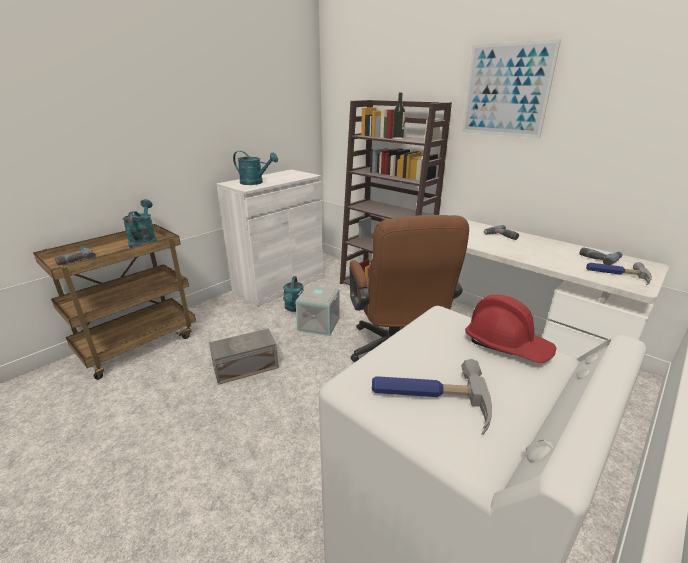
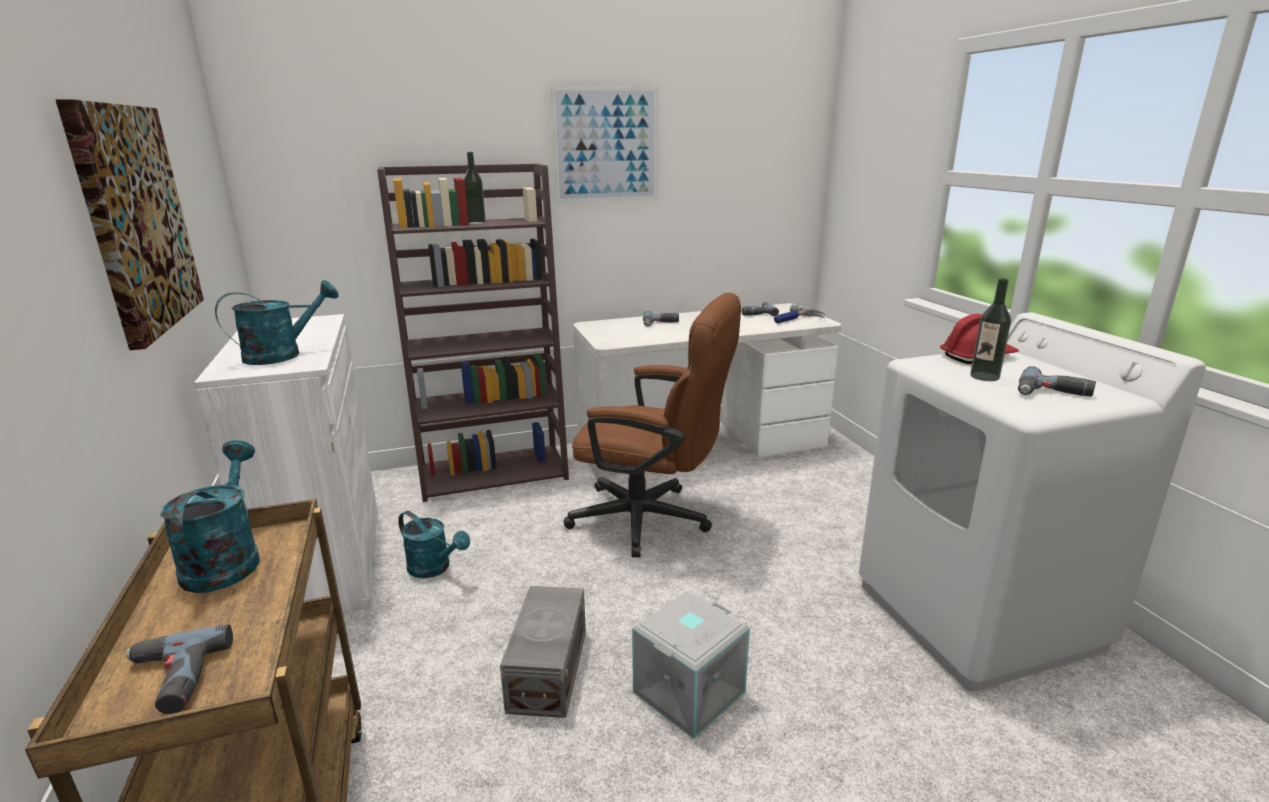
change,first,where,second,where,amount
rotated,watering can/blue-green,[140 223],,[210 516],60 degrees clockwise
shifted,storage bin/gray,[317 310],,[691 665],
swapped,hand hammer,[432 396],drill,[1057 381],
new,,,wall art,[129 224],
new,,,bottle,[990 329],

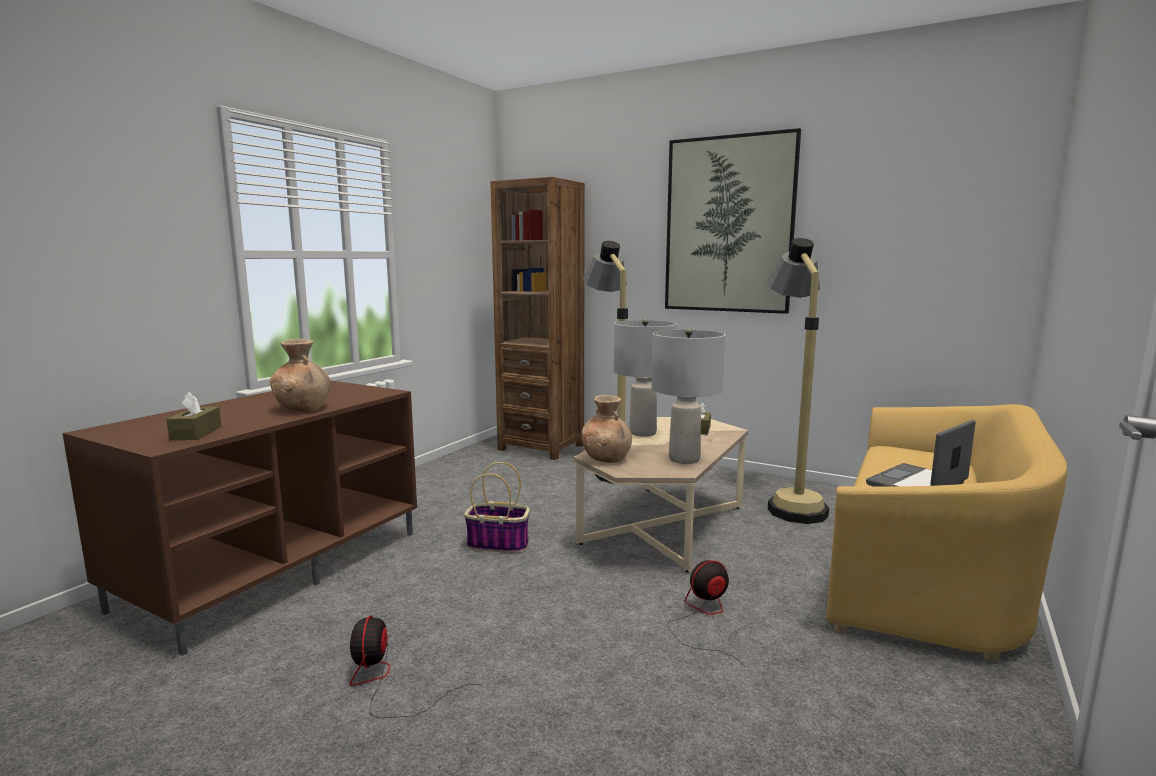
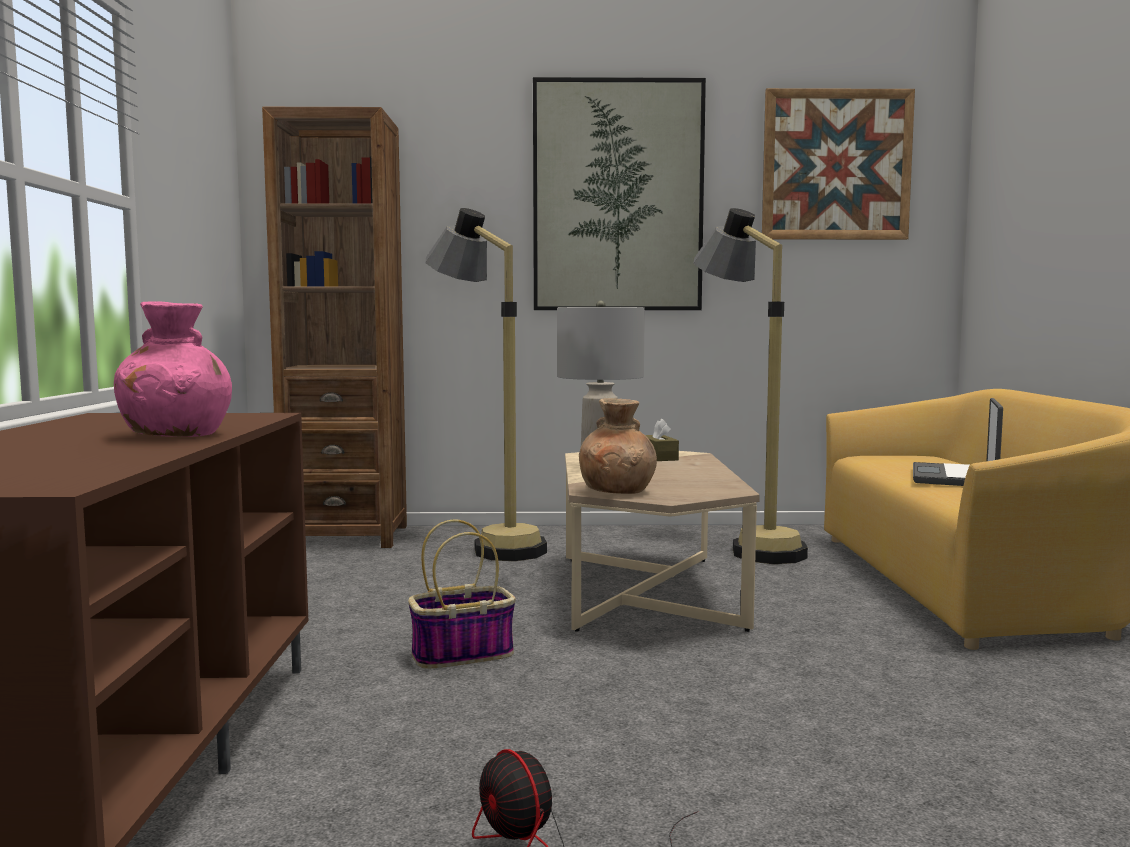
change,first,where,second,where,amount
gone,tabletop lamp/gray,[688 396],,,
repainted,vase/brownish,[300 375],vase/pink,[173 369],
gone,tissue box/brownish,[193 416],,,
gone,electric fan,[707 613],,,
new,,,wall art,[838 164],

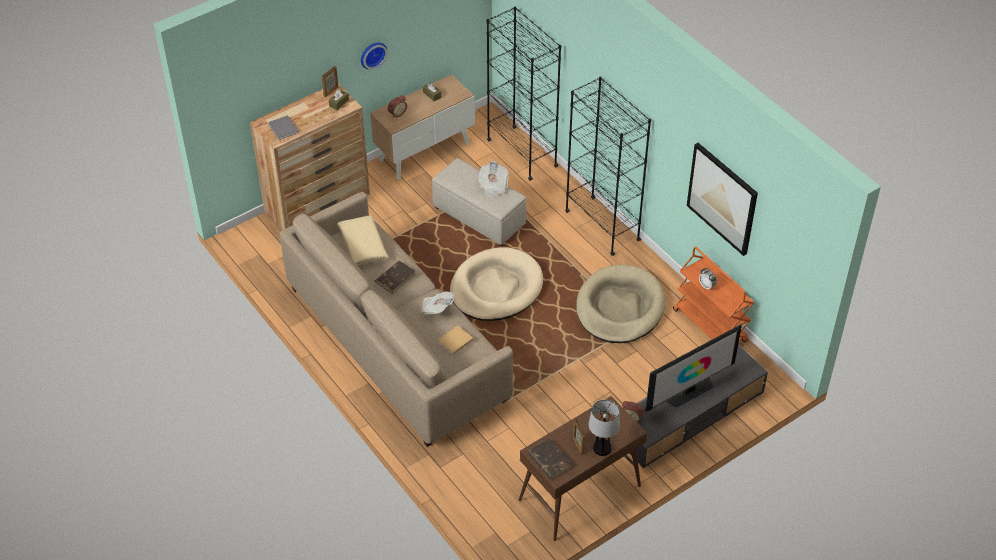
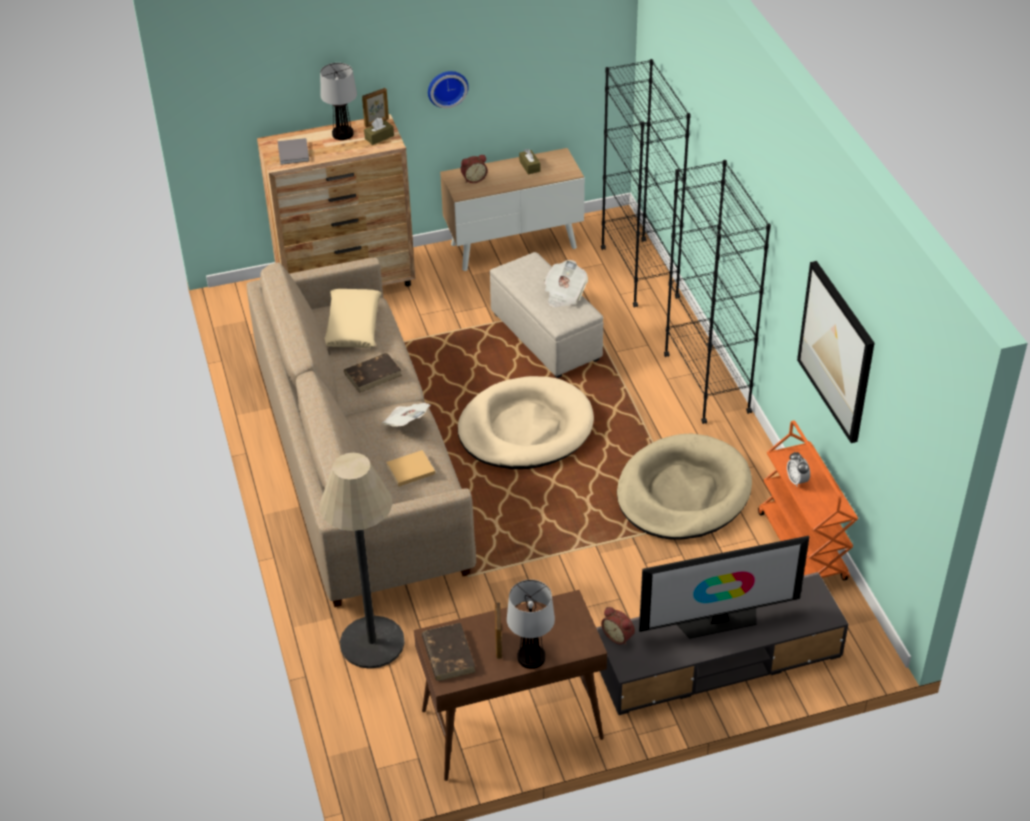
change,first,where,second,where,amount
new,,,tabletop lamp,[338 101],
new,,,standing lamp,[362 561],

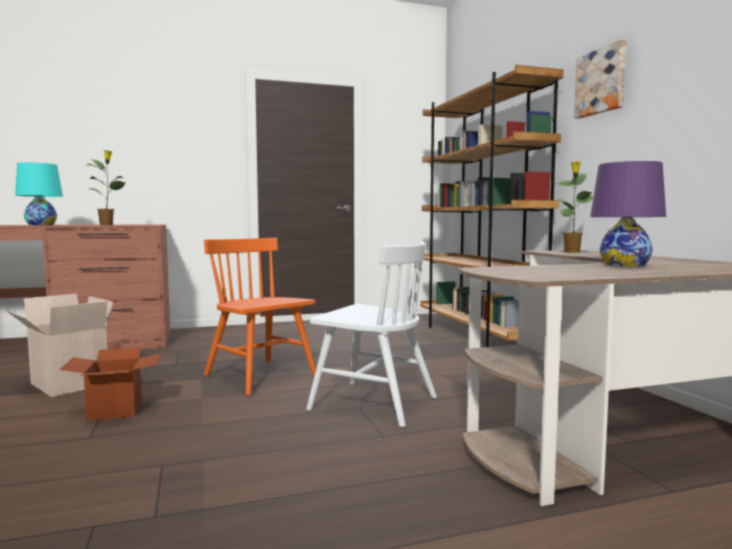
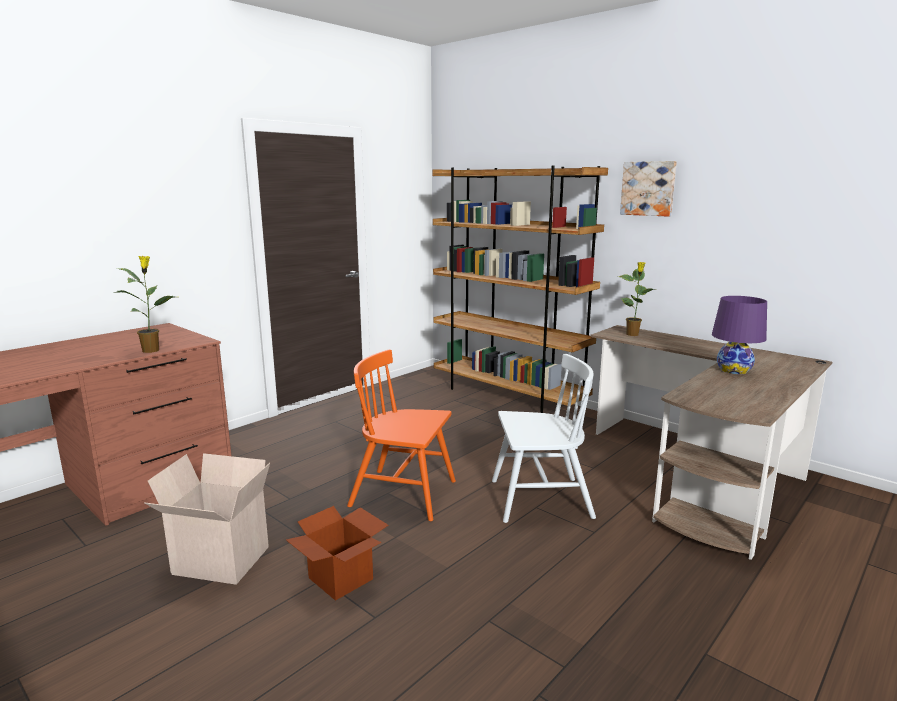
change,first,where,second,where,amount
gone,tabletop lamp/blue-green,[39 193],,,

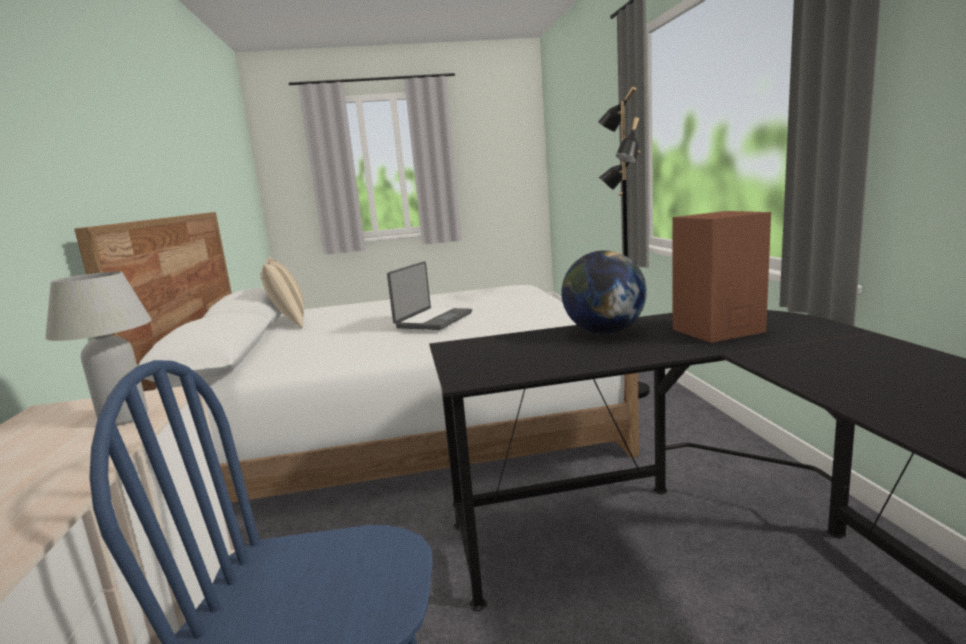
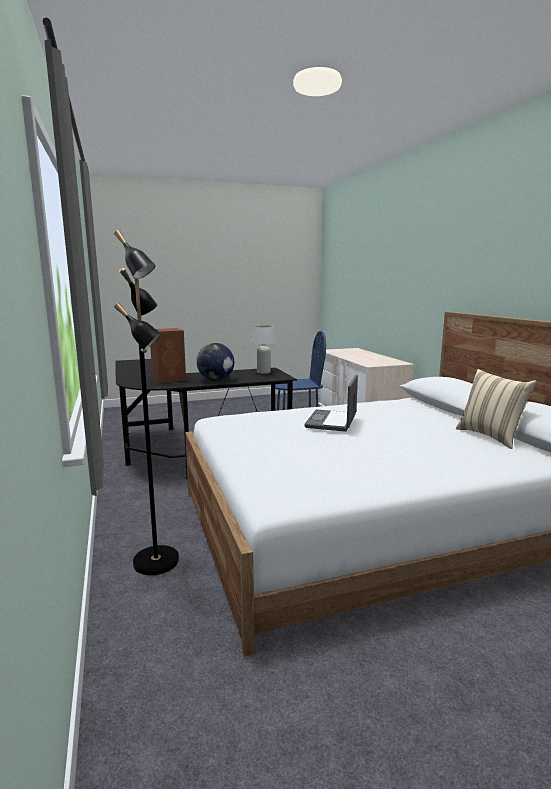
change,first,where,second,where,amount
shifted,tabletop lamp/white,[98 348],,[264 349],

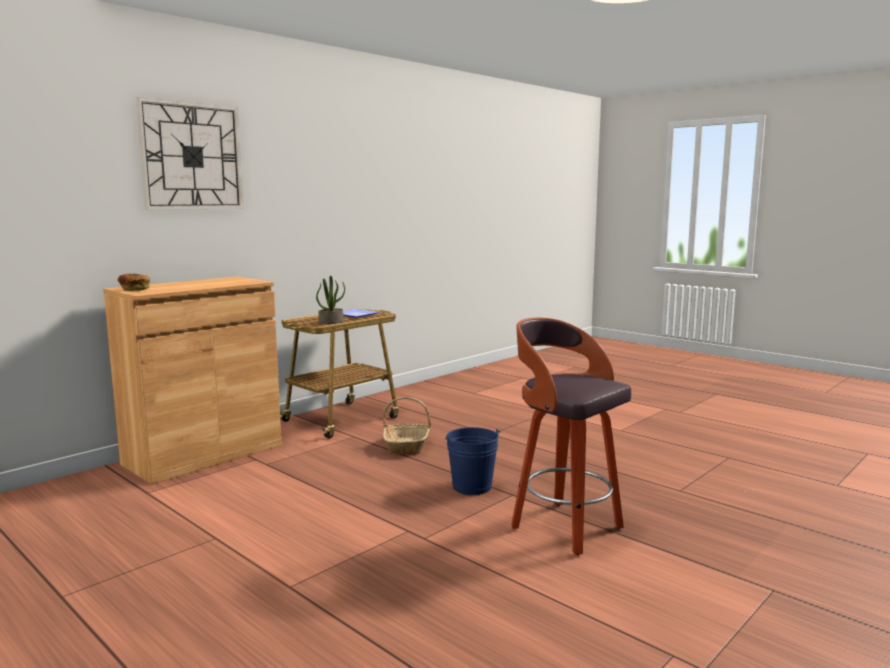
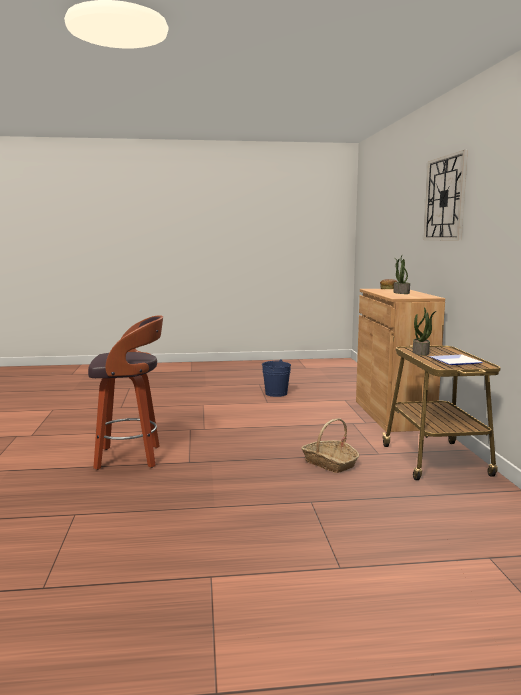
change,first,where,second,where,amount
shifted,pail/blue-coloured,[473 461],,[276 378],
new,,,plant in a pot,[402 275],

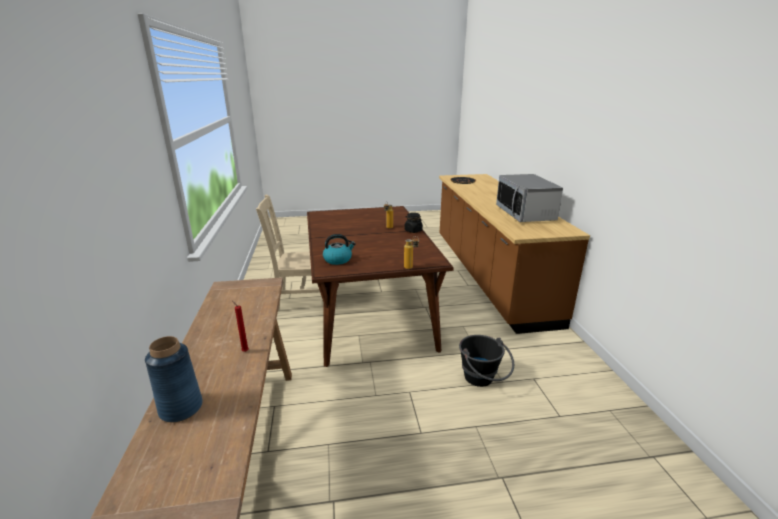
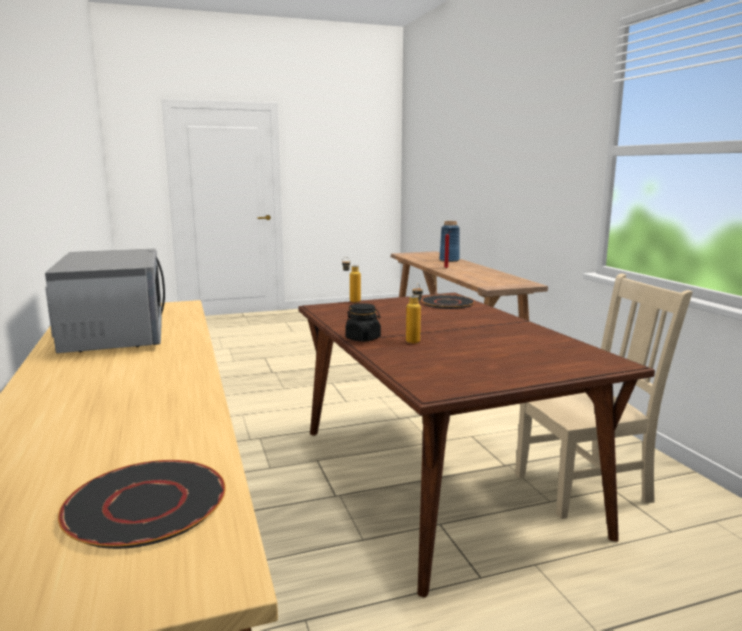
change,first,where,second,where,amount
swapped,water kettle,[339 249],flat dish/blackish,[448 302],
gone,pail/blackish,[486 361],,,

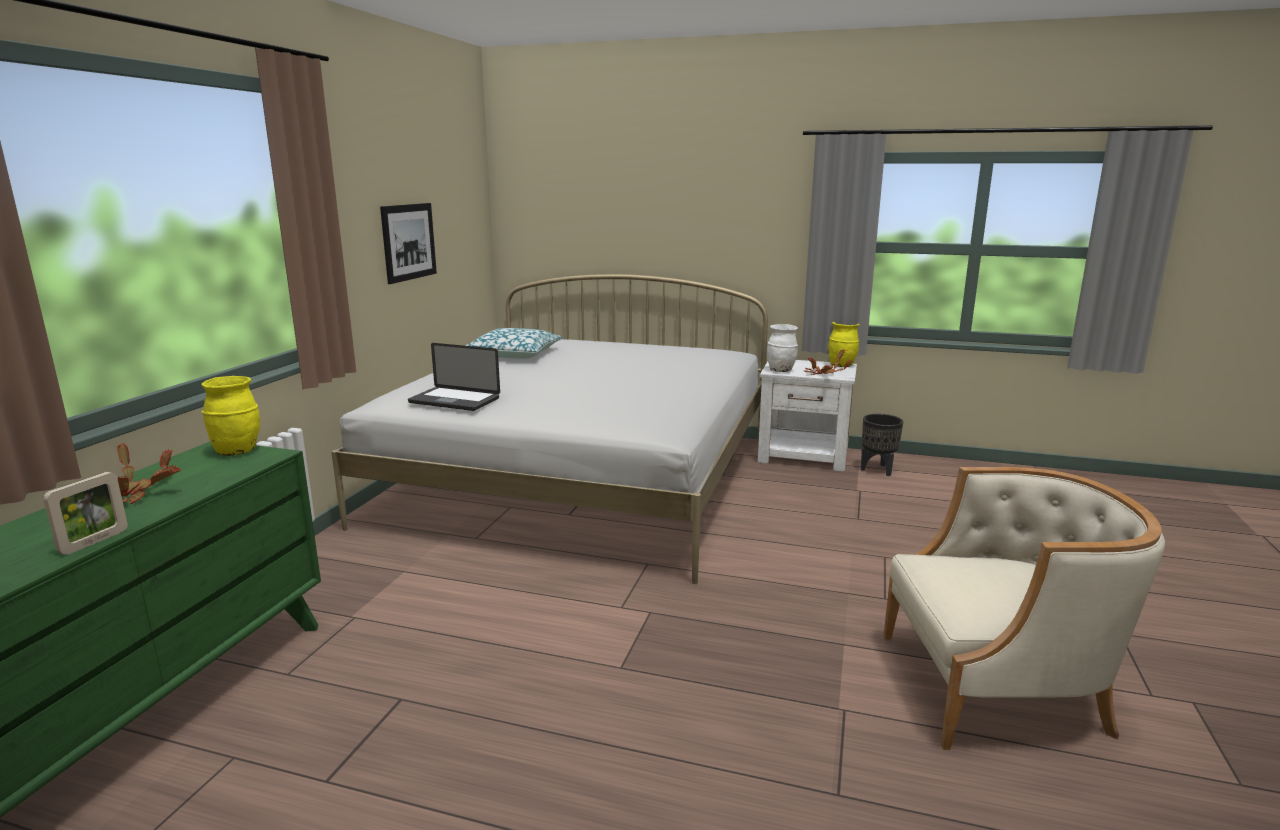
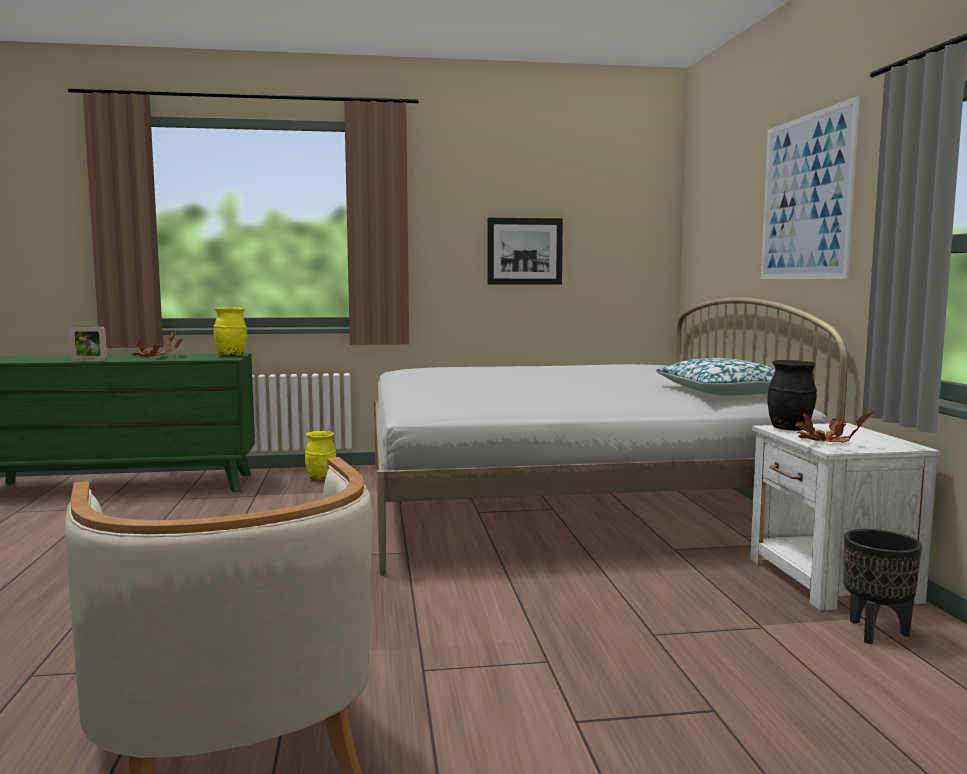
change,first,where,second,where,amount
shifted,vase/yellow,[844 344],,[320 455],
repainted,vase/white,[782 348],vase/blackish,[792 395],
shifted,cushion,[513 343],,[715 376],
gone,notebook computer,[454 377],,,
new,,,wall art,[810 187],

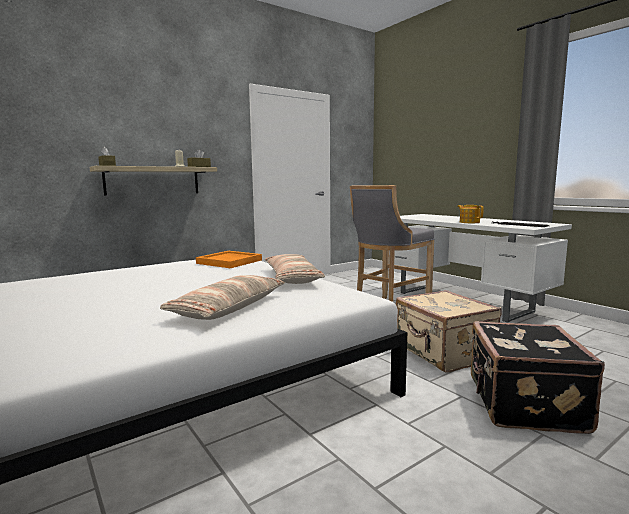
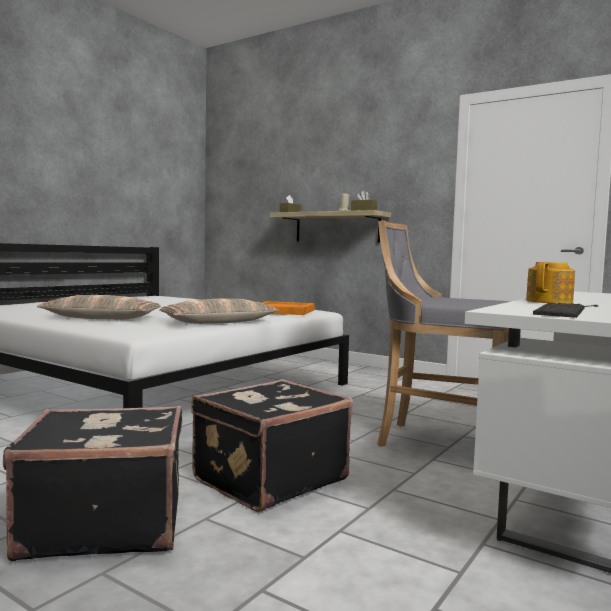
change,first,where,second,where,amount
repainted,travel case/sand-coloured,[449 331],travel case/blackish,[272 445],

